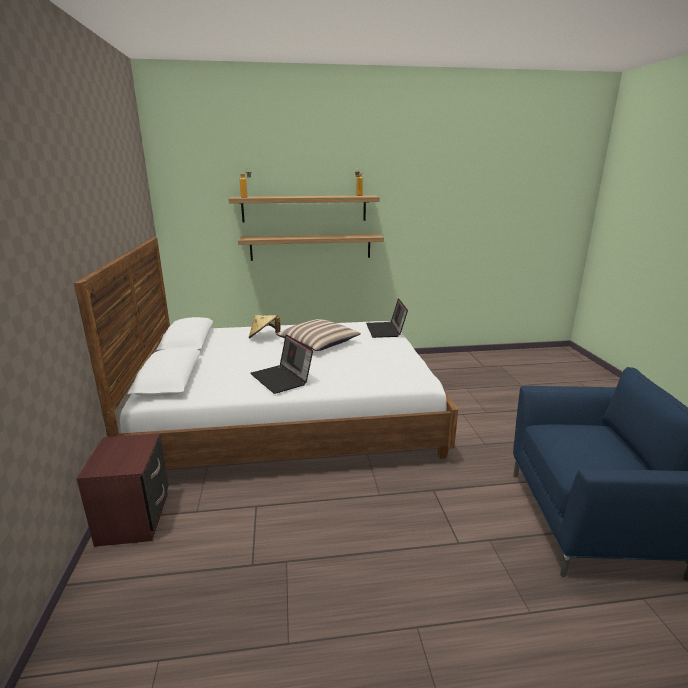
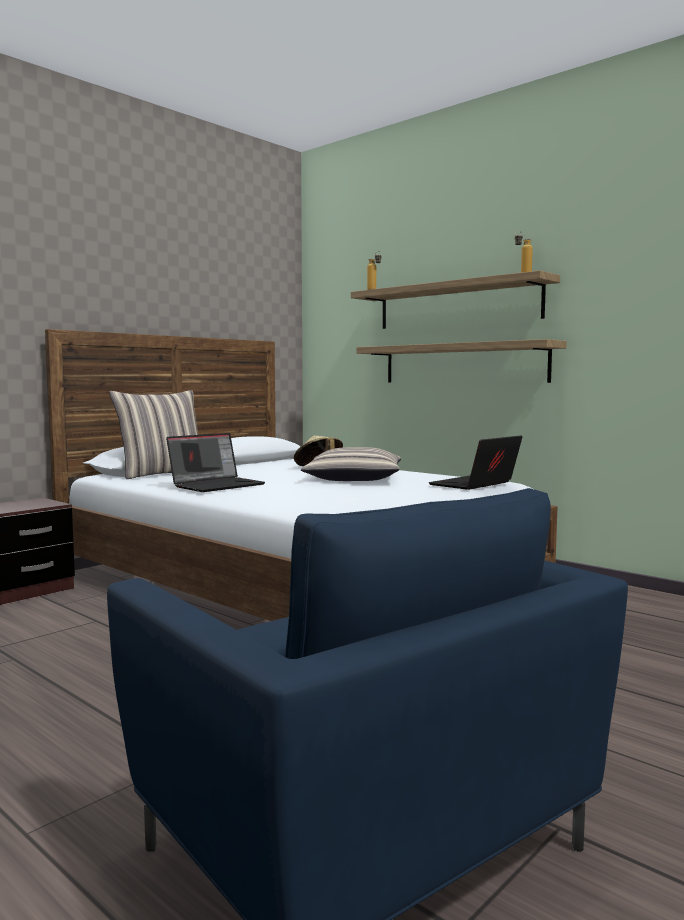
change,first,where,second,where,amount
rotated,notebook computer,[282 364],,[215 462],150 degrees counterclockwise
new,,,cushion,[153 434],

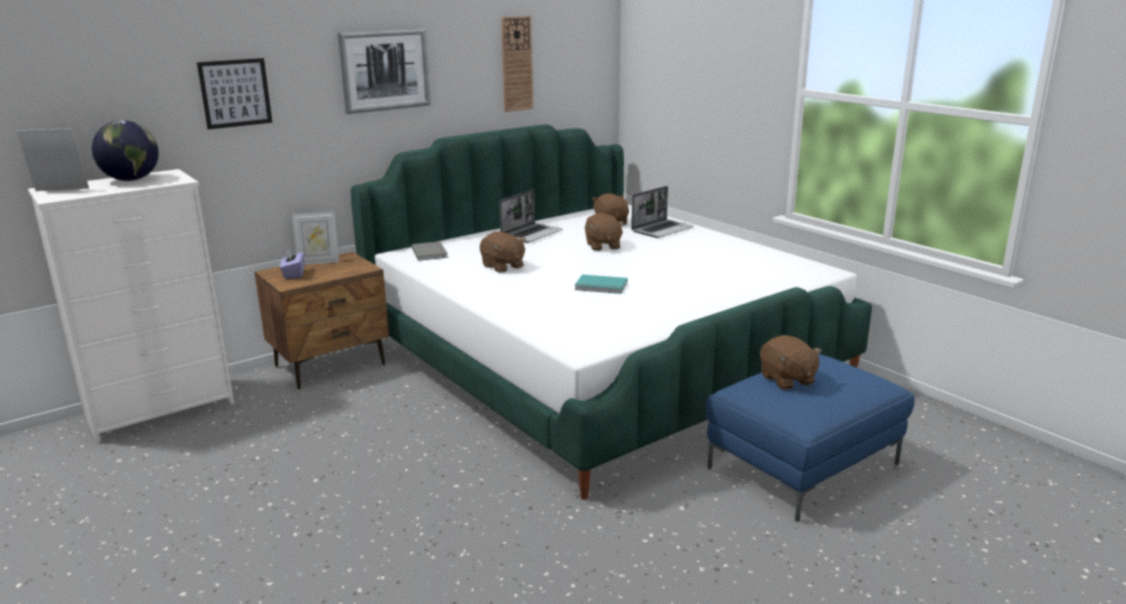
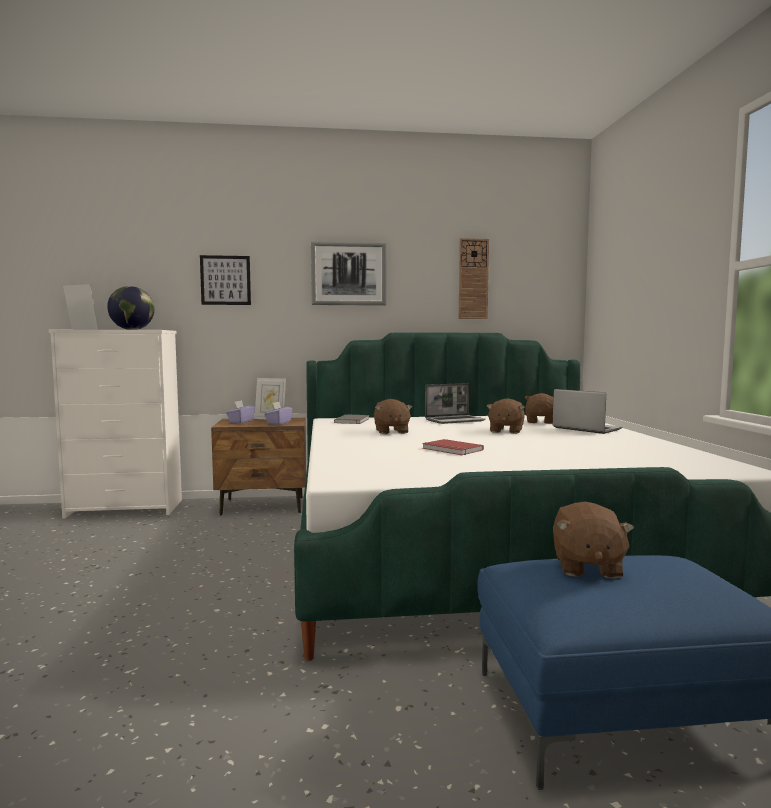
change,first,where,second,where,amount
rotated,notebook computer,[662 212],,[587 411],120 degrees counterclockwise
repainted,volume/blue-green,[600 284],volume/red-coloured,[453 447],
new,,,tissue box/purple-coloured,[278 413],

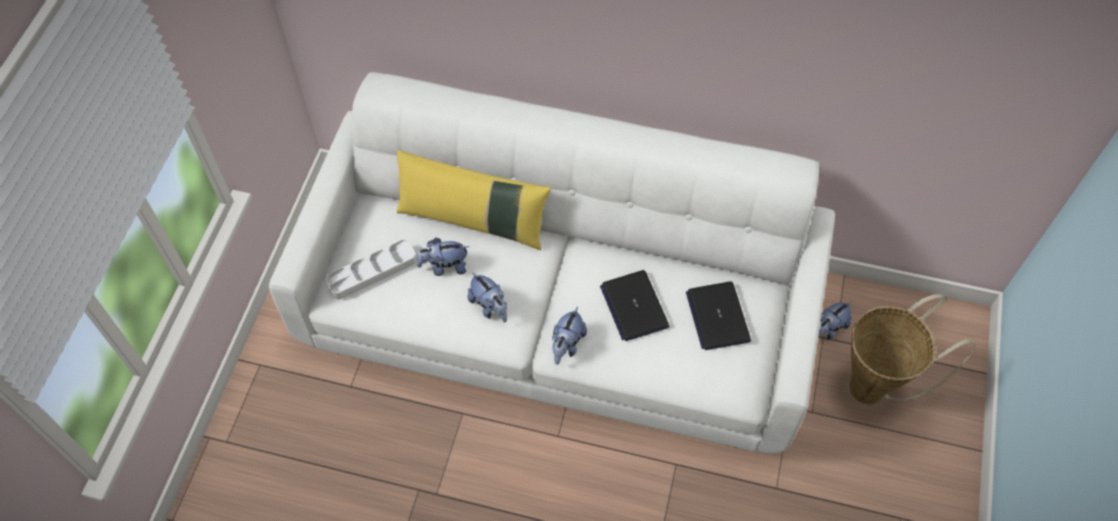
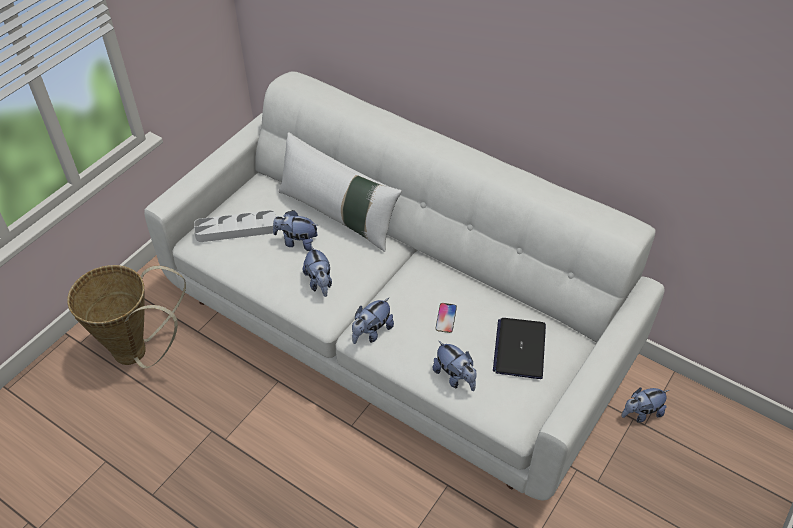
change,first,where,second,where,amount
repainted,cushion/yellow,[474 200],cushion/white,[340 192],
swapped,notebook computer,[635 305],phone,[446 318],
shifted,basket,[912 349],,[126 316],
new,,,soft toy,[455 366],

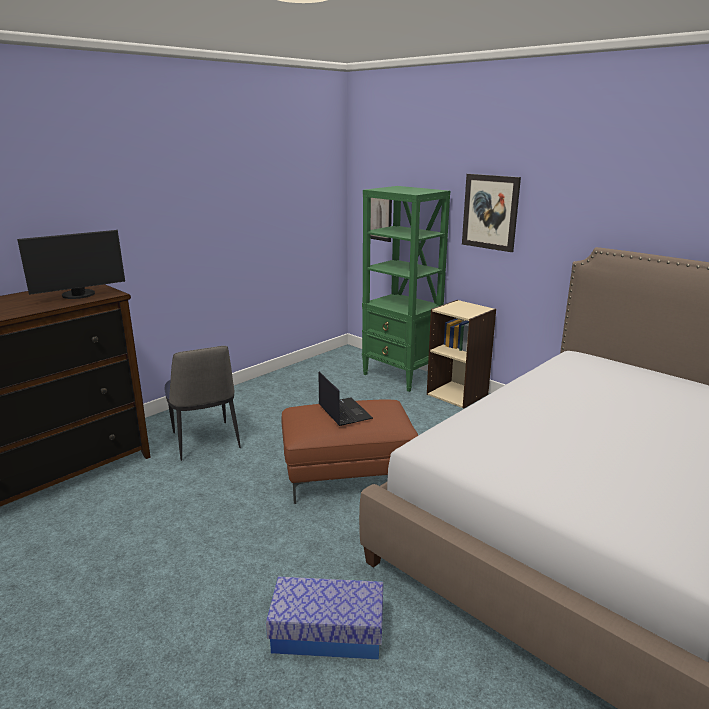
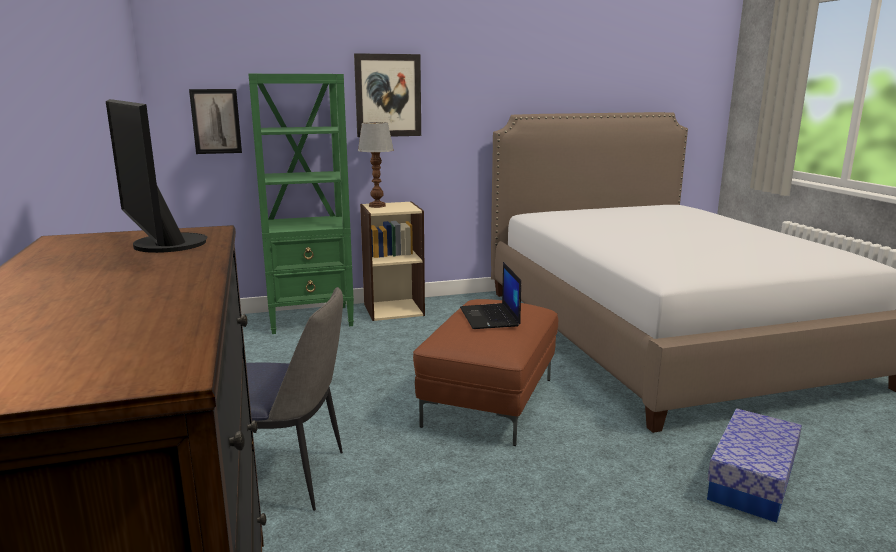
change,first,where,second,where,amount
rotated,computer display,[71 264],,[156 176],150 degrees clockwise
rotated,notebook computer,[346 398],,[490 295],105 degrees counterclockwise
new,,,tabletop lamp,[376 165],

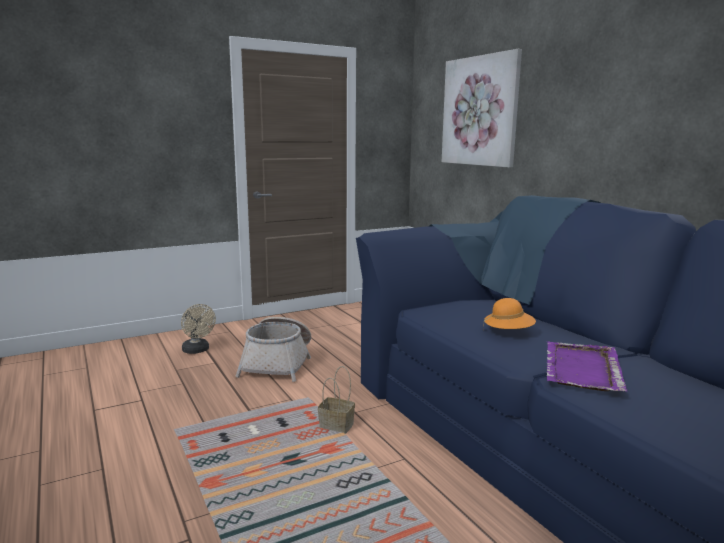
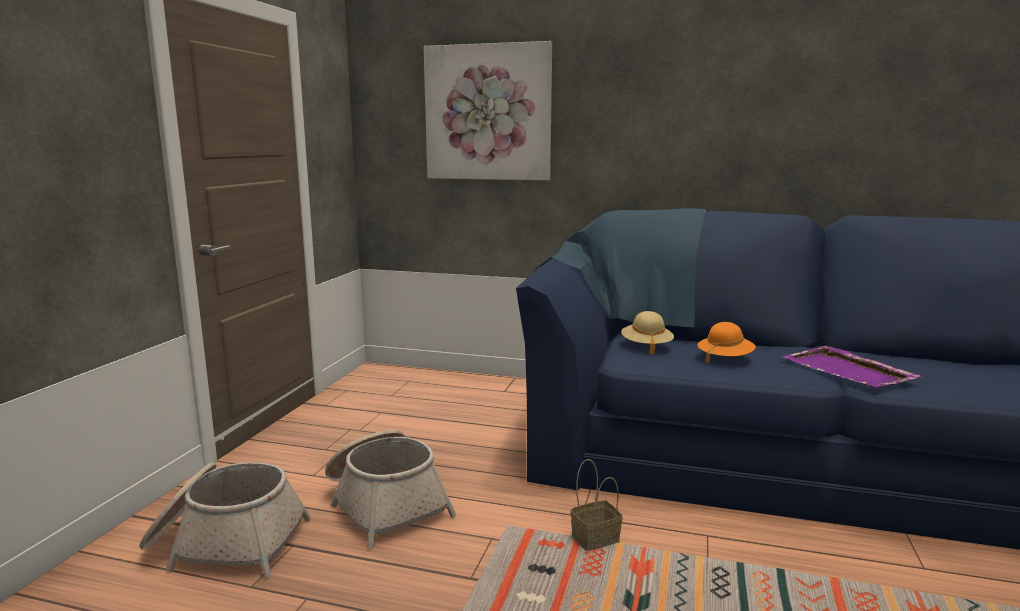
change,first,where,second,where,amount
swapped,electric fan/sand-coloured,[198 329],basket,[225 520],
new,,,wearable hat/sand-coloured,[647 333],

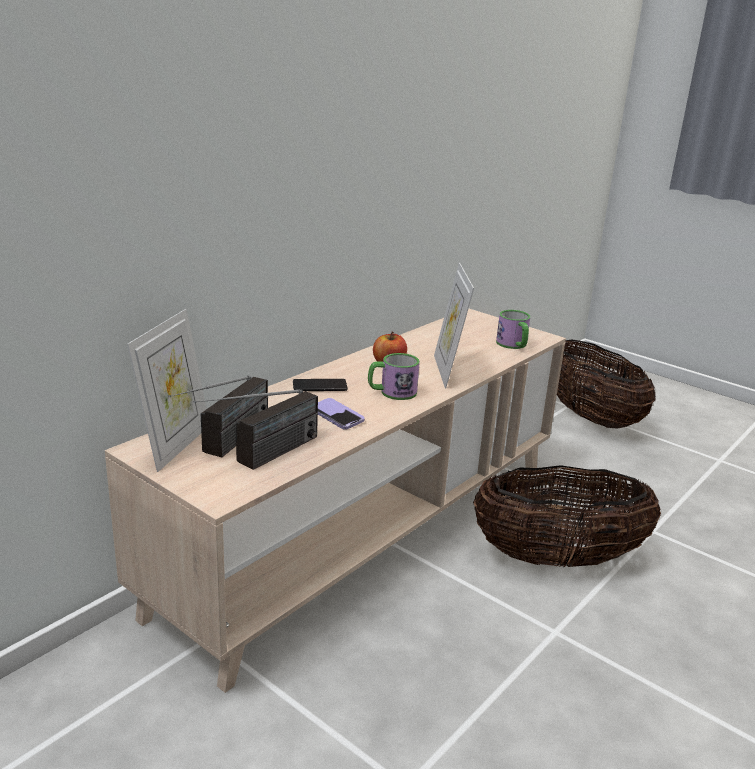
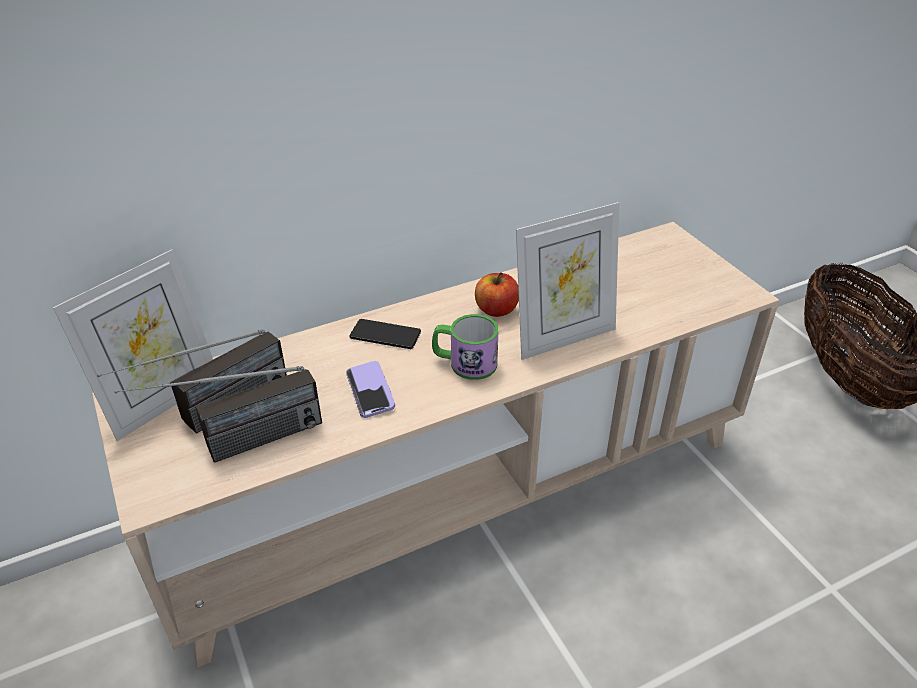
change,first,where,second,where,amount
rotated,photo frame,[454 326],,[567 281],135 degrees counterclockwise
gone,coffee mug,[513 329],,,
gone,basket,[567 516],,,

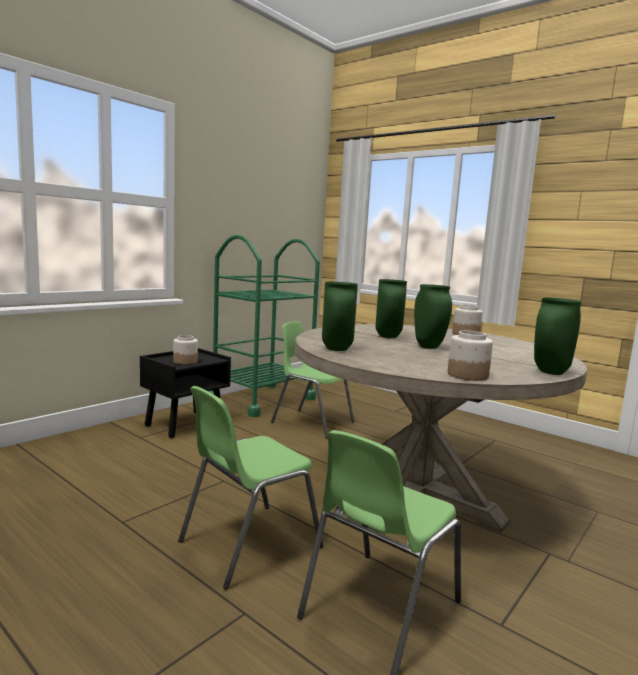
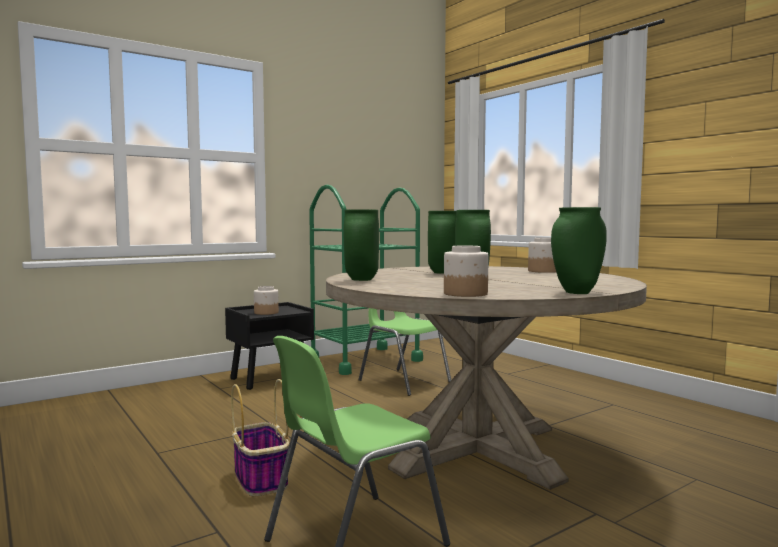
change,first,where,second,where,amount
swapped,upright chair/green-coloured,[250 488],basket,[260 437],

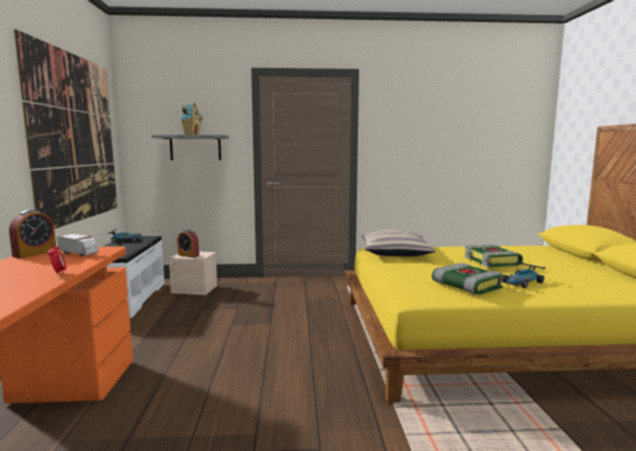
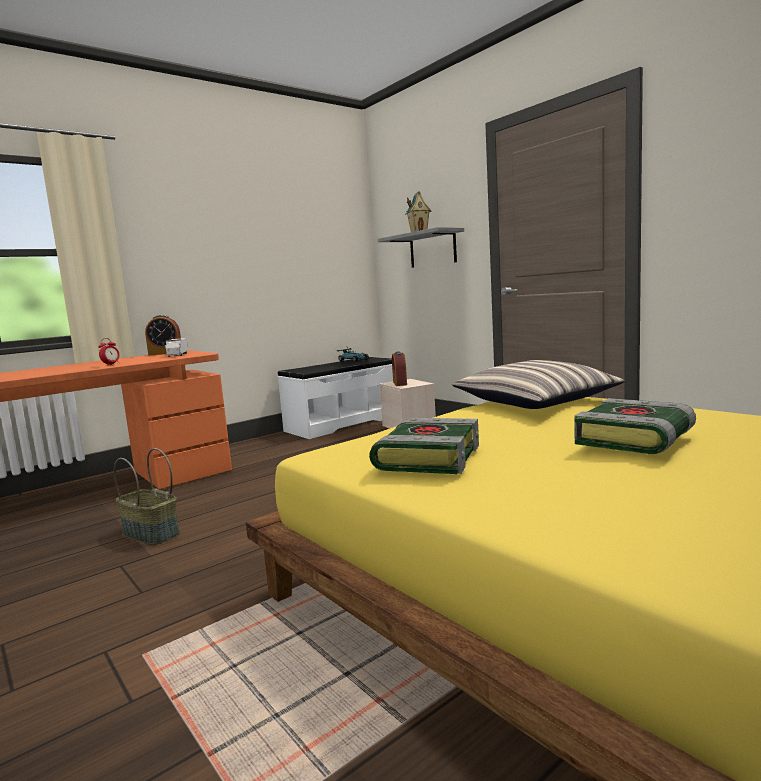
change,first,where,second,where,amount
gone,wall art,[65 129],,,
gone,toy car,[524 274],,,
new,,,basket,[147 496],

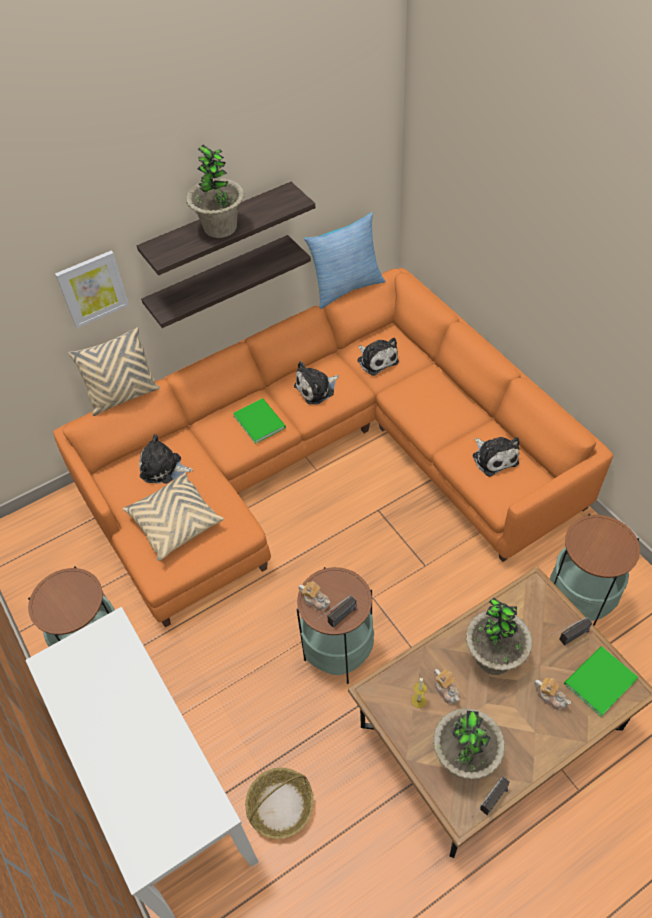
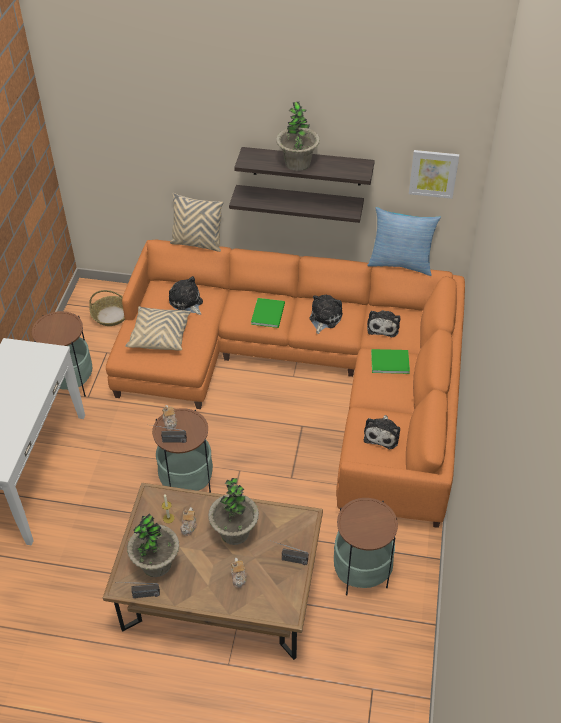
change,first,where,second,where,amount
shifted,wall art,[92 289],,[434 174],
rotated,soft toy,[316 382],,[326 314],105 degrees clockwise
shifted,volume/green-coloured,[601 681],,[390 361],
shifted,basket,[279 803],,[107 308],

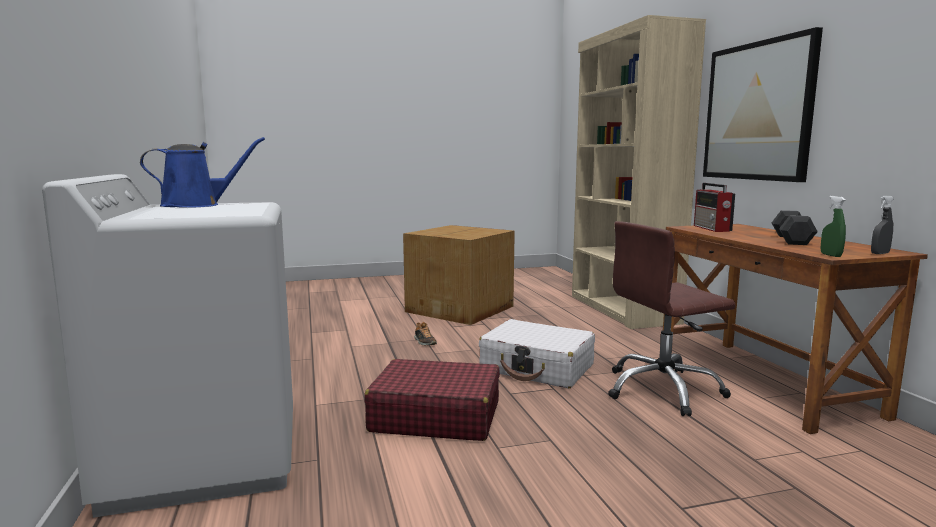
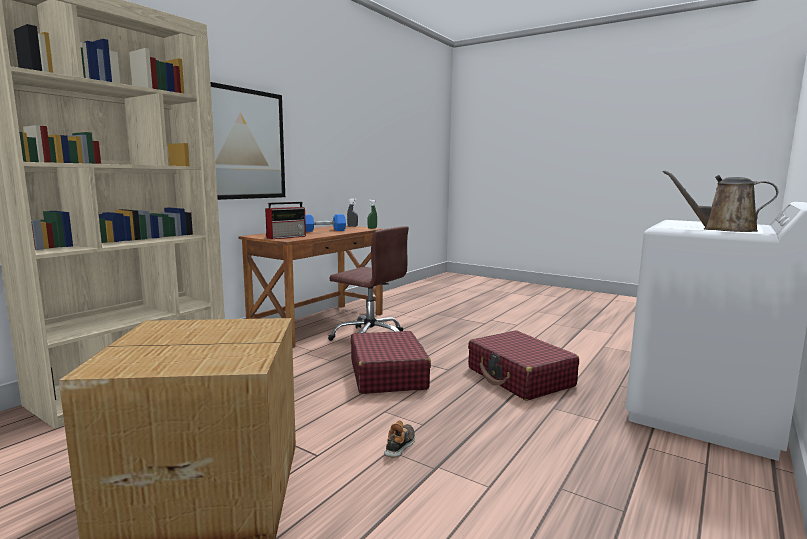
change,first,where,second,where,amount
repainted,watering can/blue-coloured,[202 172],watering can/brownish,[720 201],
repainted,dumbbell/gray,[795 227],dumbbell/blue-coloured,[325 223],
repainted,travel case/white,[537 354],travel case/red-coloured,[391 362],

